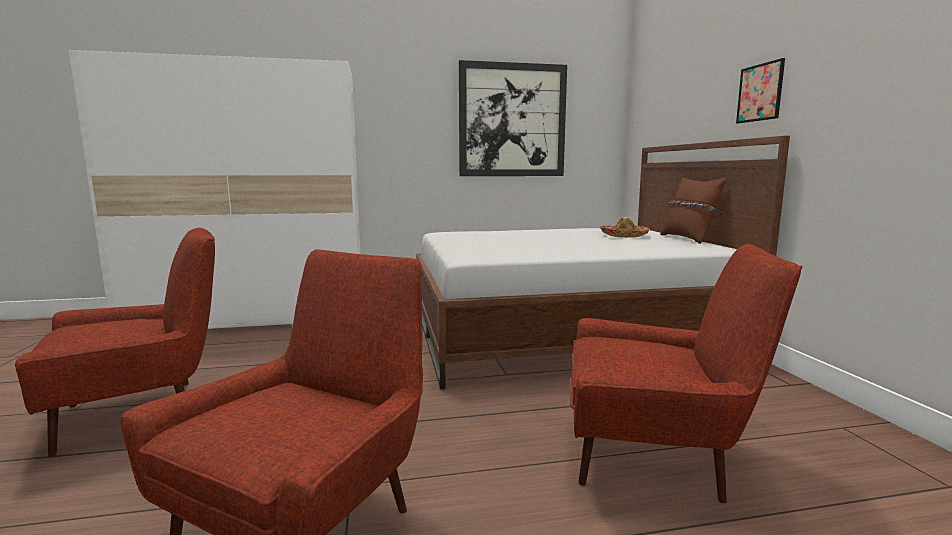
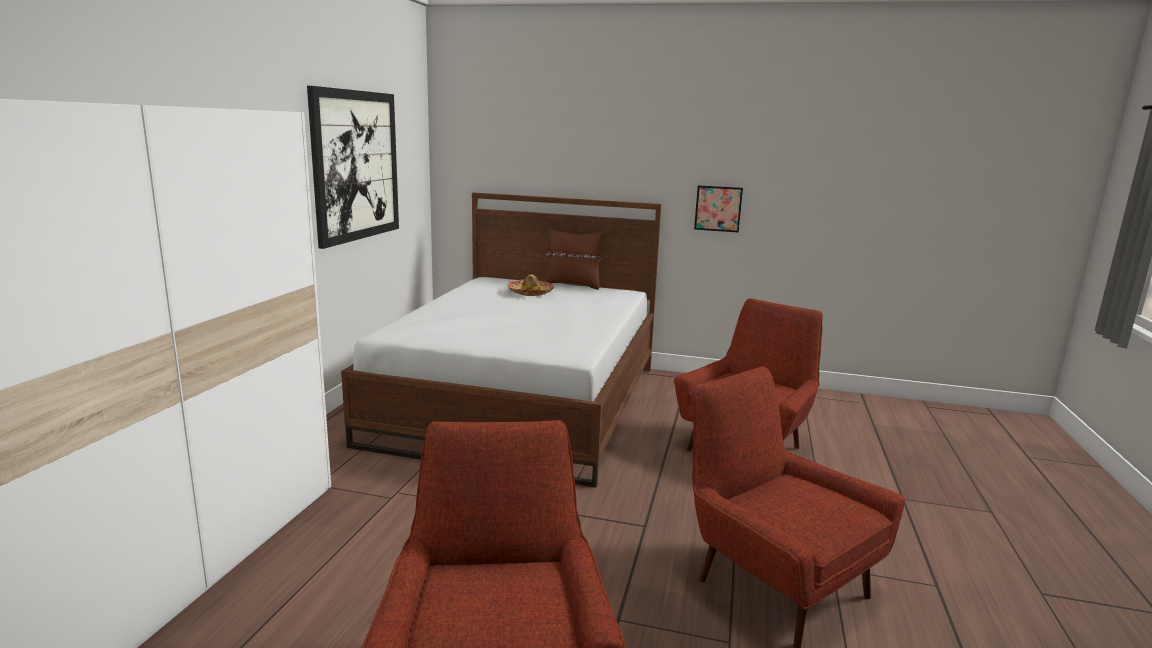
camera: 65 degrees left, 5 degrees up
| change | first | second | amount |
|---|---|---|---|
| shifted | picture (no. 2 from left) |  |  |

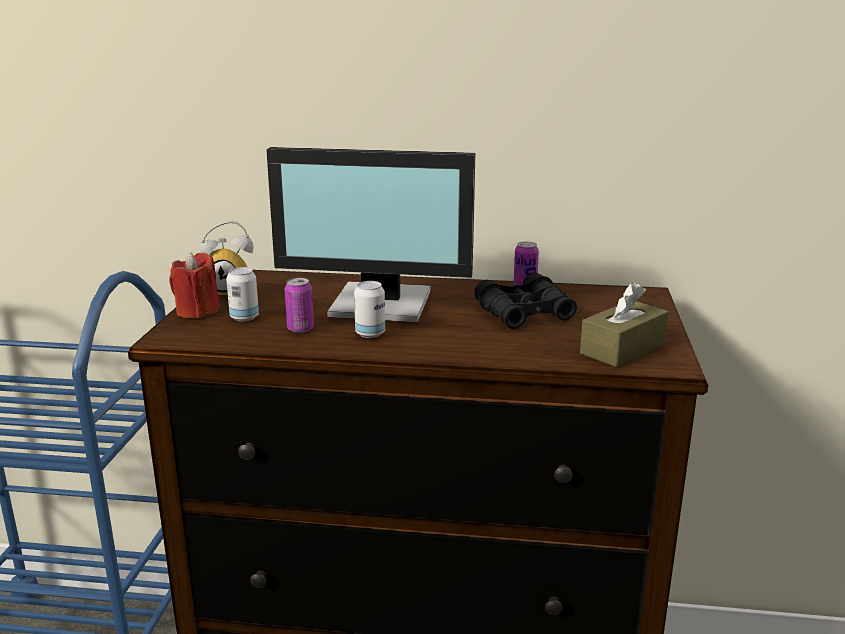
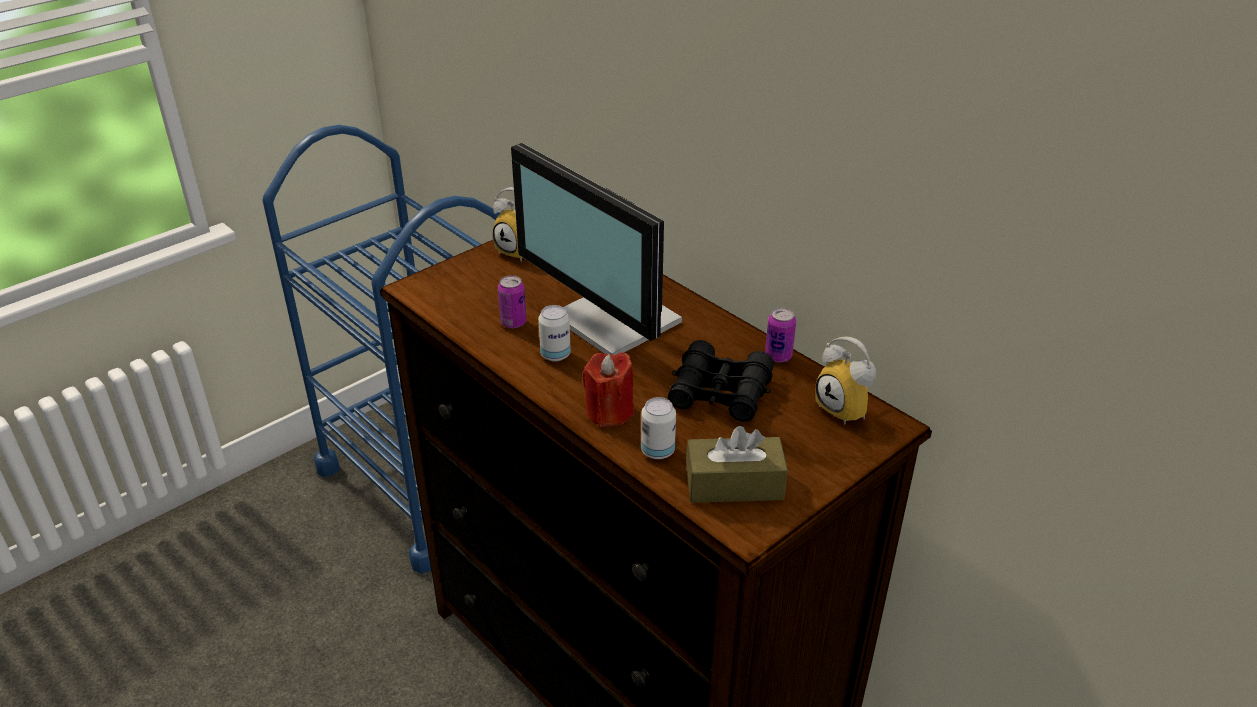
camera: 40 degrees right, 15 degrees up
| change | first | second | amount |
|---|---|---|---|
| shifted | red candle |  |  |
| shifted | can (no. 1 from left in the first image) | can (no. 3 from left) |  |
| new |  | alarm clock (no. 2 from left) |  |

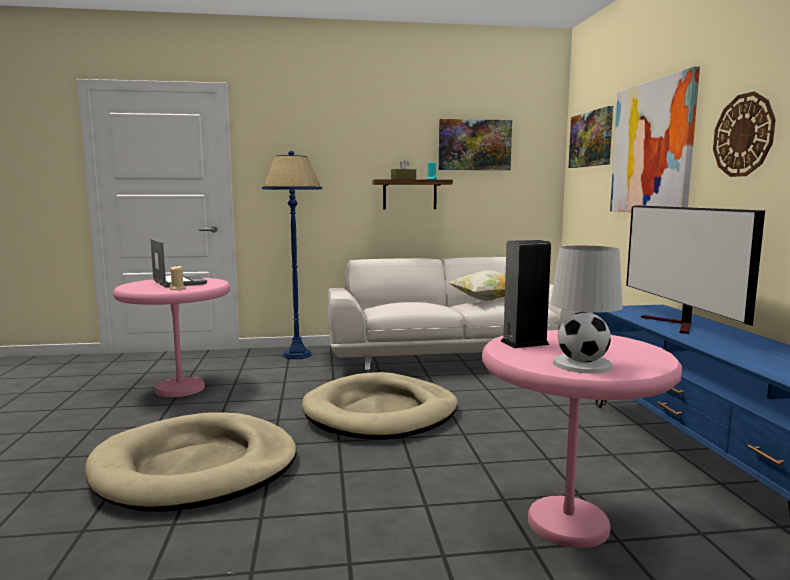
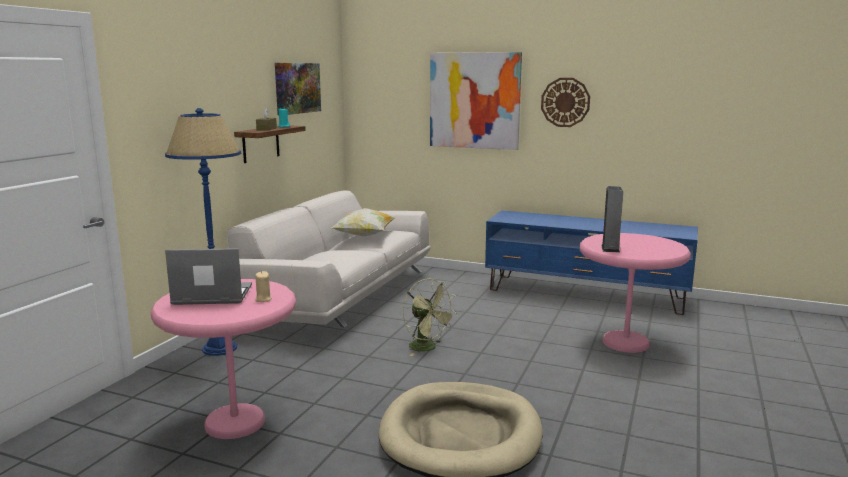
camera: 60 degrees left, 5 degrees up
| change | first | second | amount |
|---|---|---|---|
| swapped | beige dog bed (no. 2 from left) | green fan |  |
| gone | white table lamp |  |  |
| gone | picture (no. 2 from left) |  |  |
| gone | television |  |  |

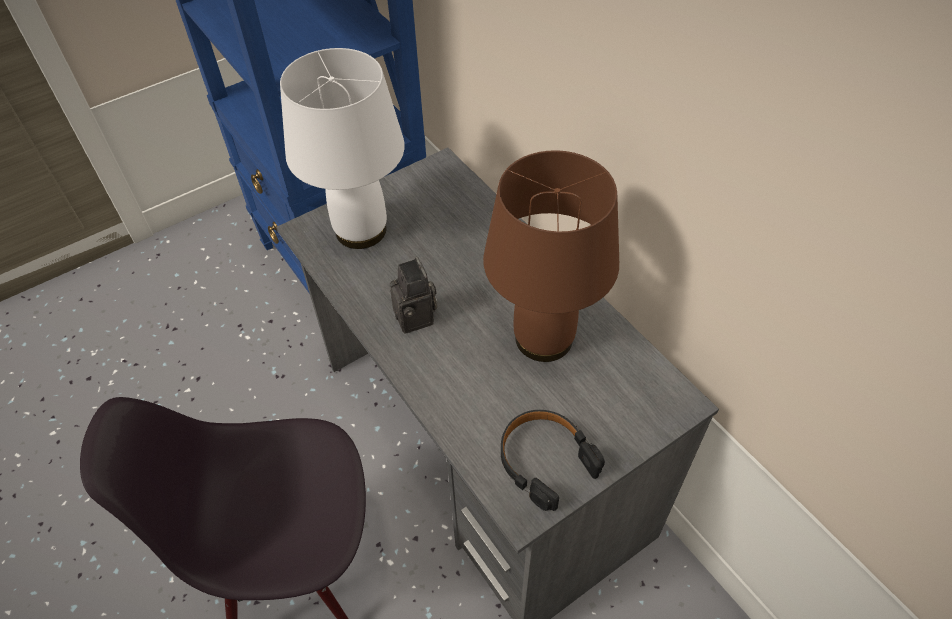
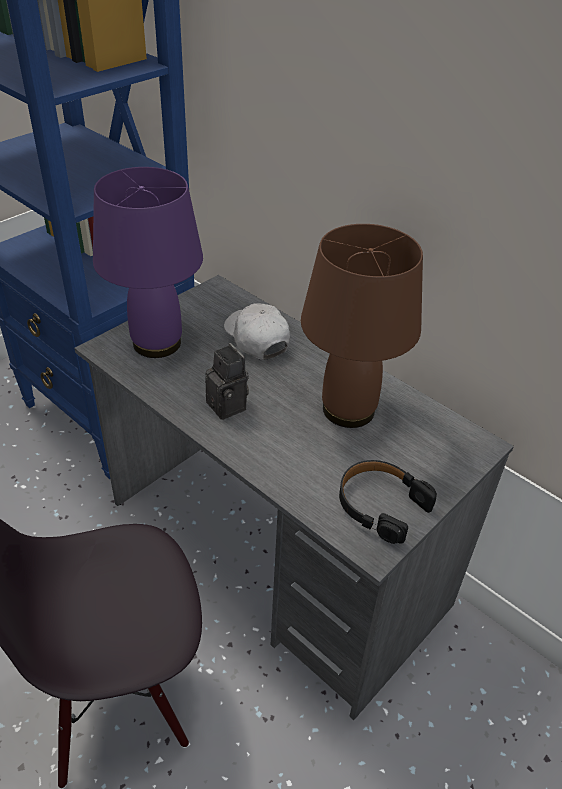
camera: 15 degrees left, 10 degrees down
| change | first | second | amount |
|---|---|---|---|
| repainted | white table lamp | purple table lamp |  |
| new |  | white cap |  |

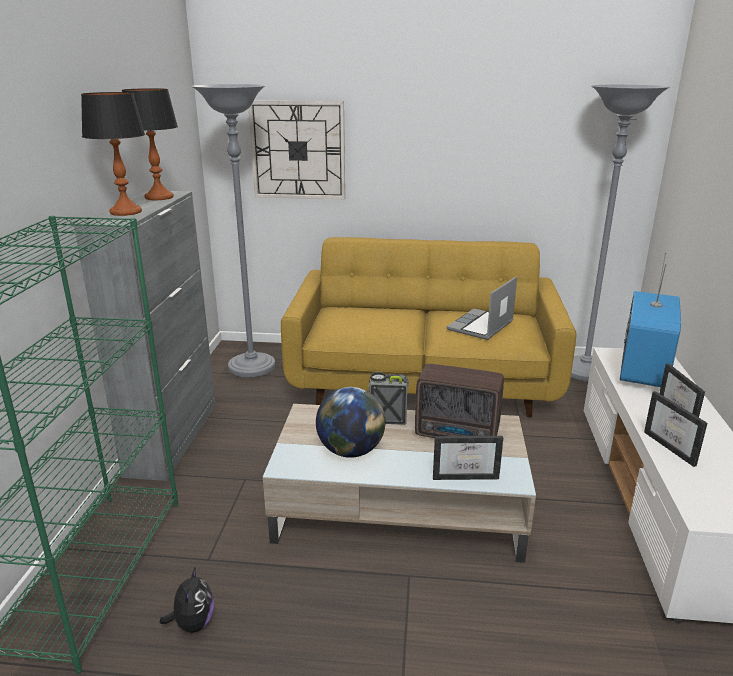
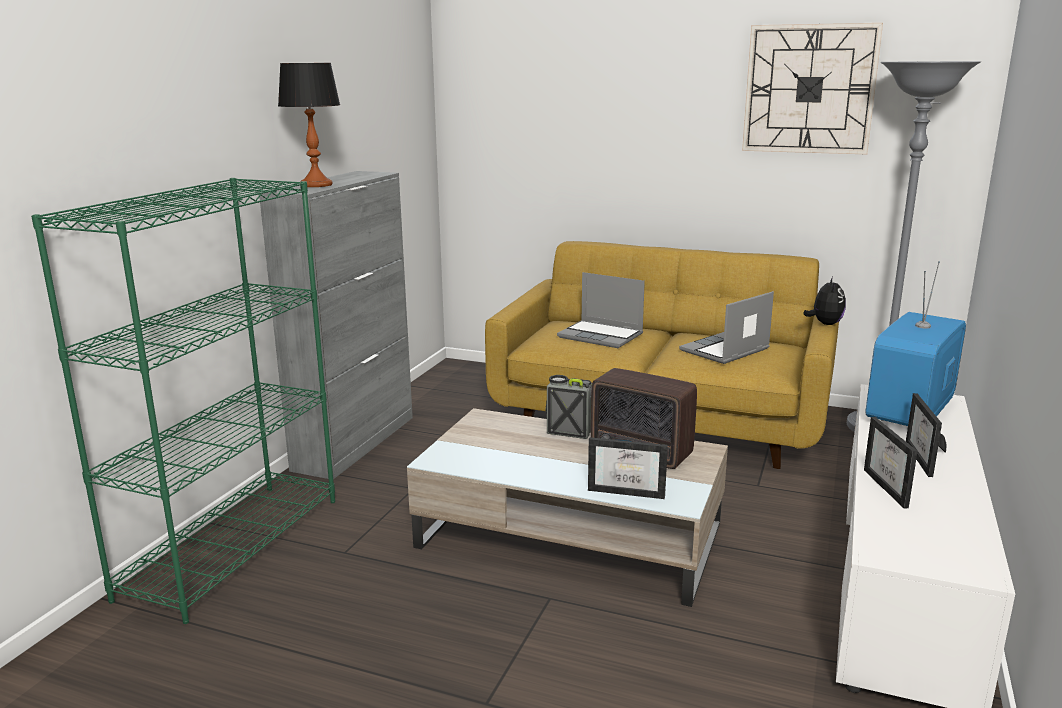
camera: 15 degrees right, 5 degrees down
| change | first | second | amount |
|---|---|---|---|
| gone | table lamp (no. 2 from left) |  |  |
| shifted | plush toy |  |  |
| gone | grey floor lamp (no. 1 from left) |  |  |
| shifted | wall clock |  |  |
| gone | globe |  |  |
| new |  | laptop (no. 1 from left) |  |

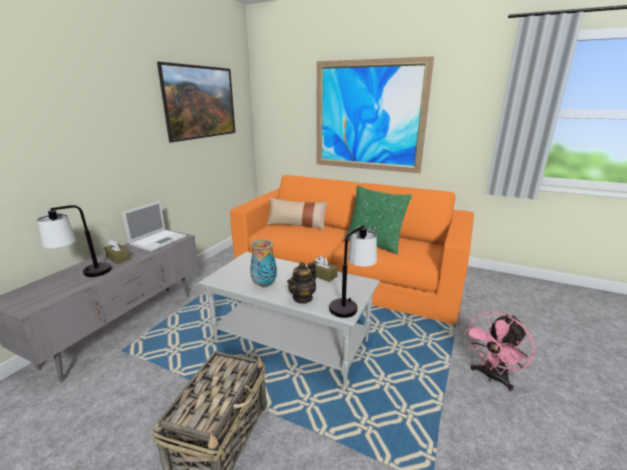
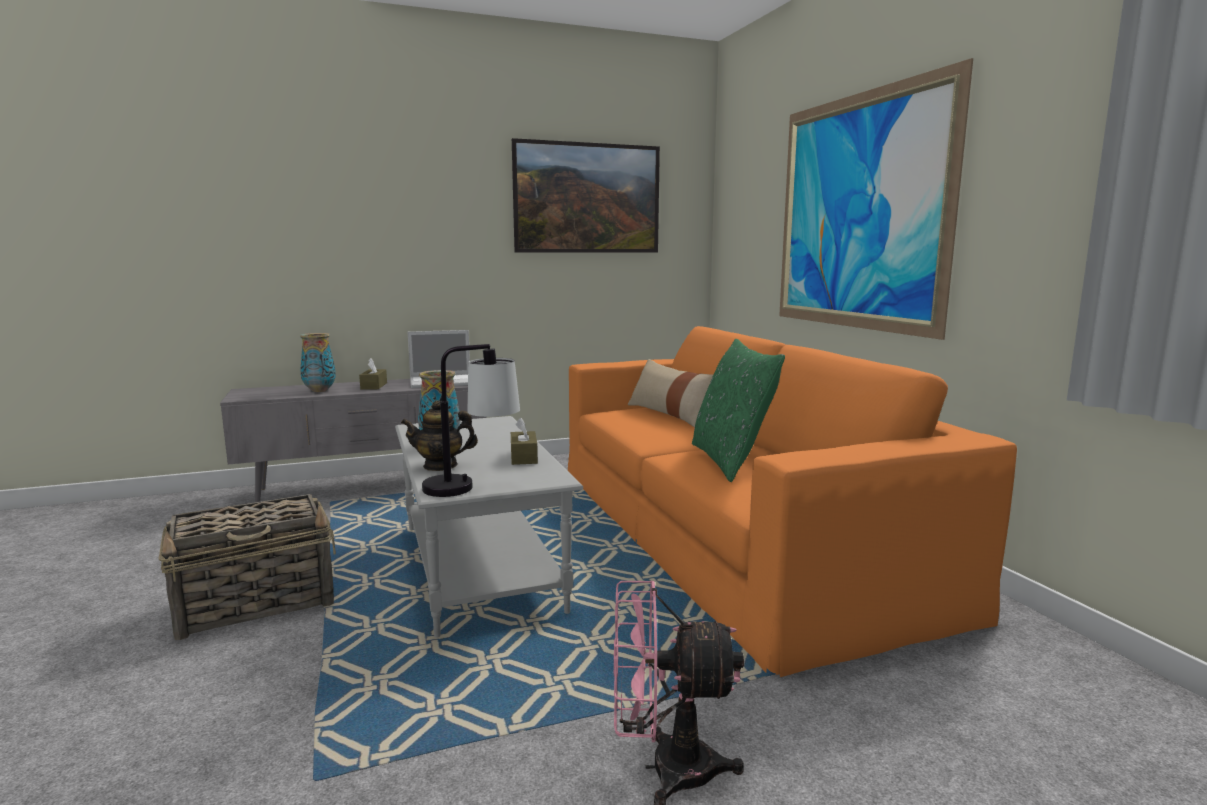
camera: 45 degrees right, 10 degrees down
| change | first | second | amount |
|---|---|---|---|
| swapped | table lamp (no. 1 from left) | vase (no. 1 from left) |  |

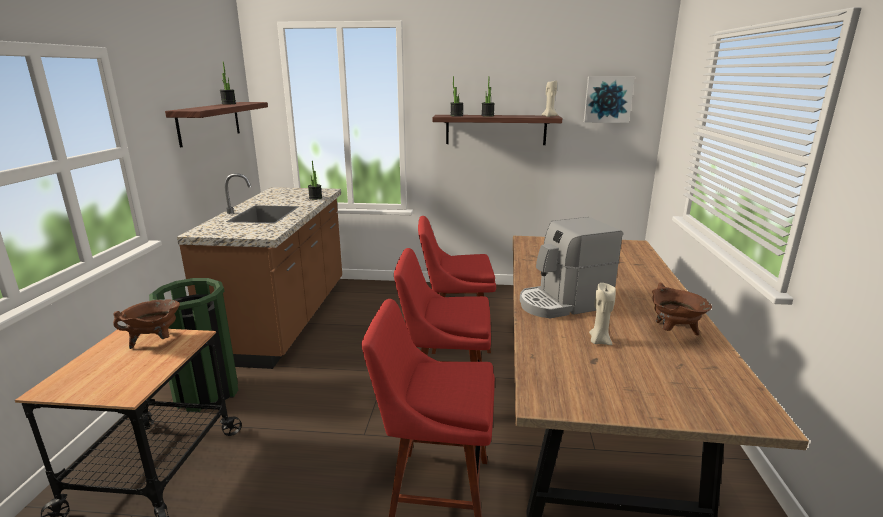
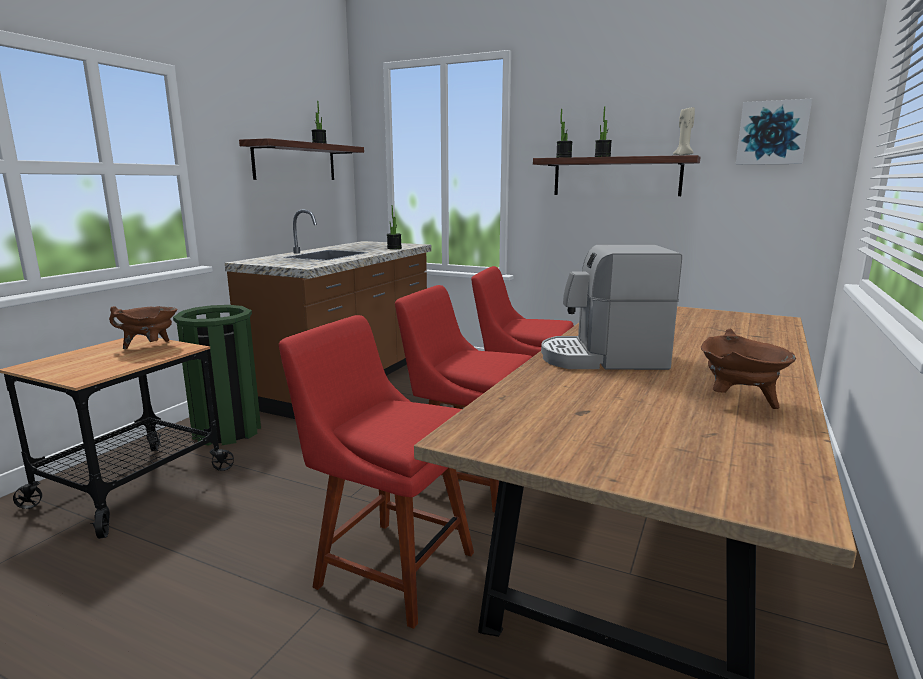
camera: 20 degrees right, 5 degrees down
| change | first | second | amount |
|---|---|---|---|
| gone | beige candle (no. 2 from left) |  |  |

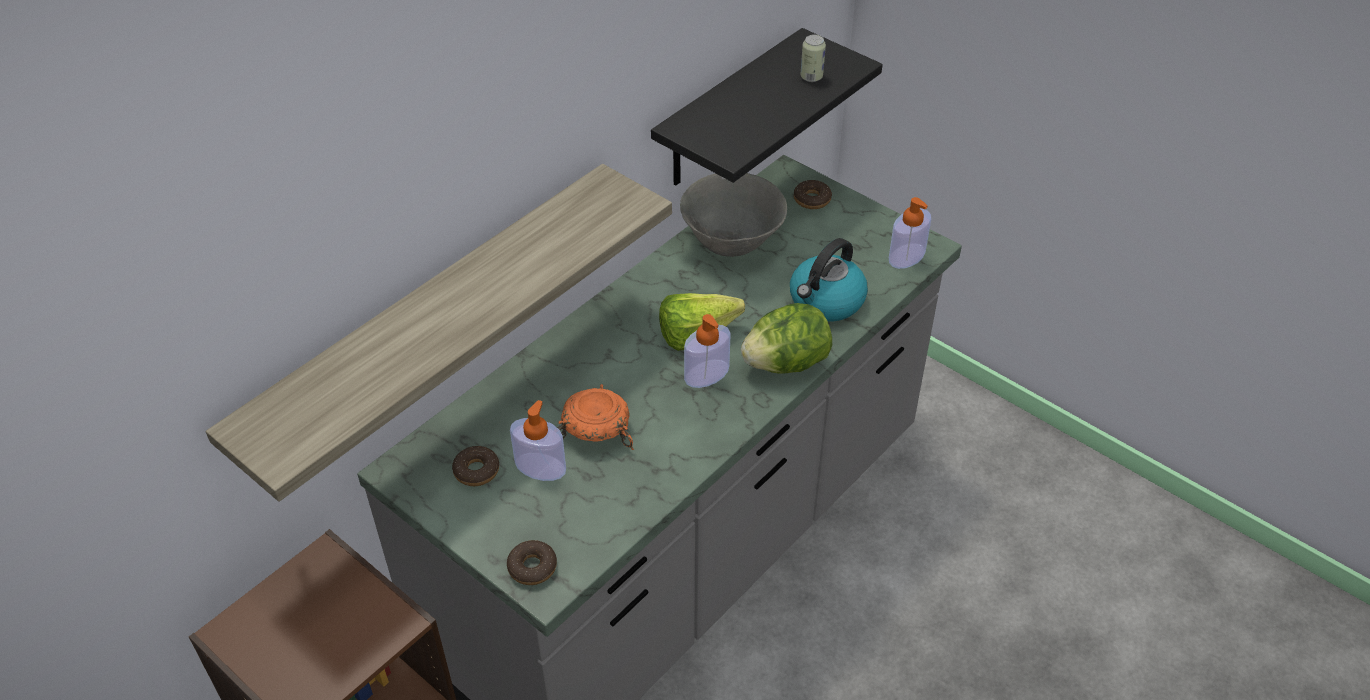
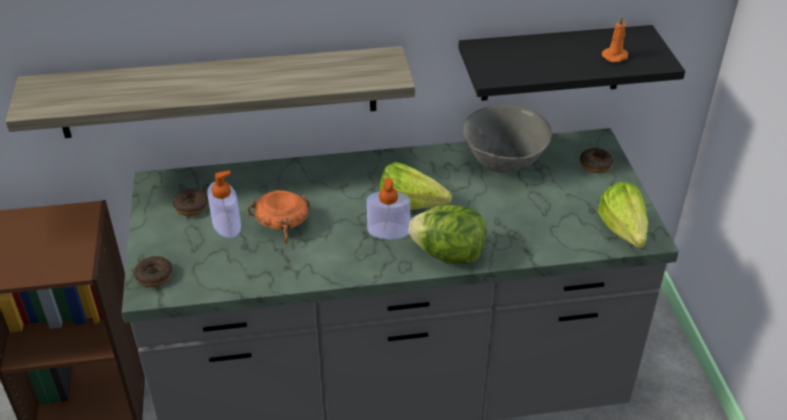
camera: 40 degrees right, 5 degrees down
| change | first | second | amount |
|---|---|---|---|
| gone | kettle |  |  |
| swapped | can | orange candle |  |
| swapped | soap dispenser (no. 3 from left) | lettuce (no. 3 from left) |  |

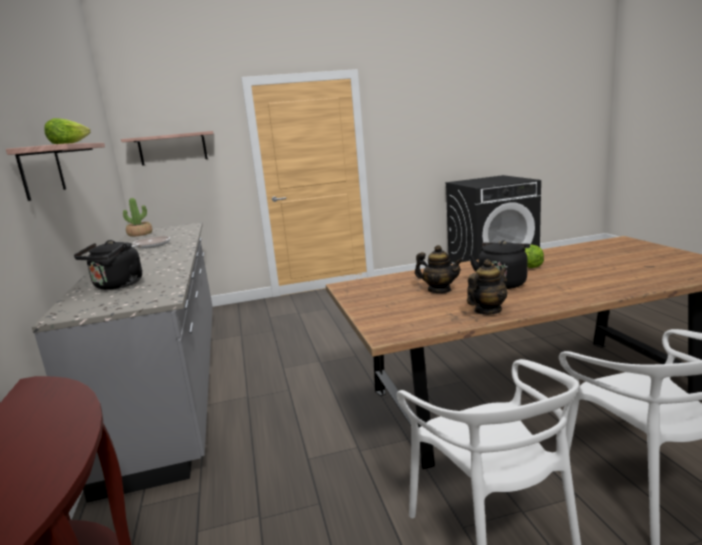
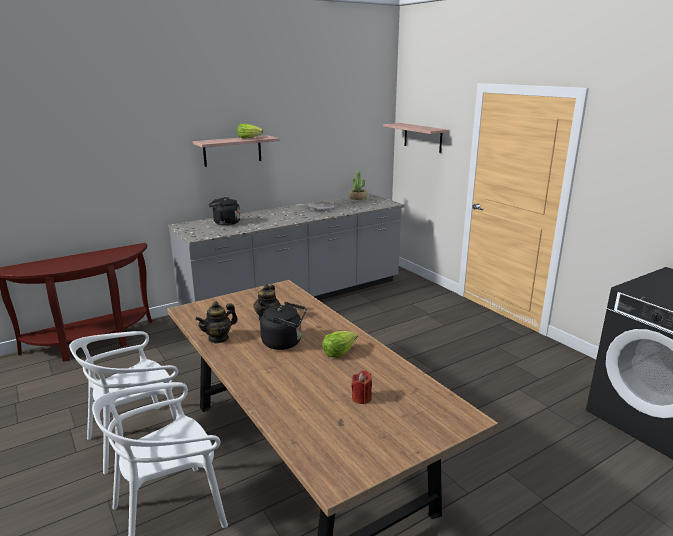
camera: 70 degrees right, 5 degrees up
| change | first | second | amount |
|---|---|---|---|
| rotated | teapot (no. 2 from left in the first image) | teapot (no. 1 from left) | 105 degrees clockwise |
| new |  | red candle |  |

